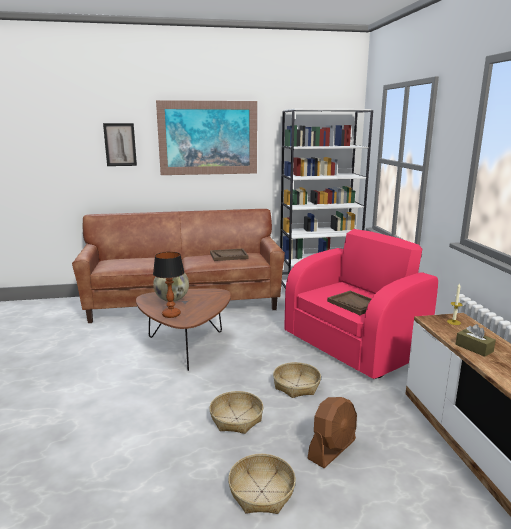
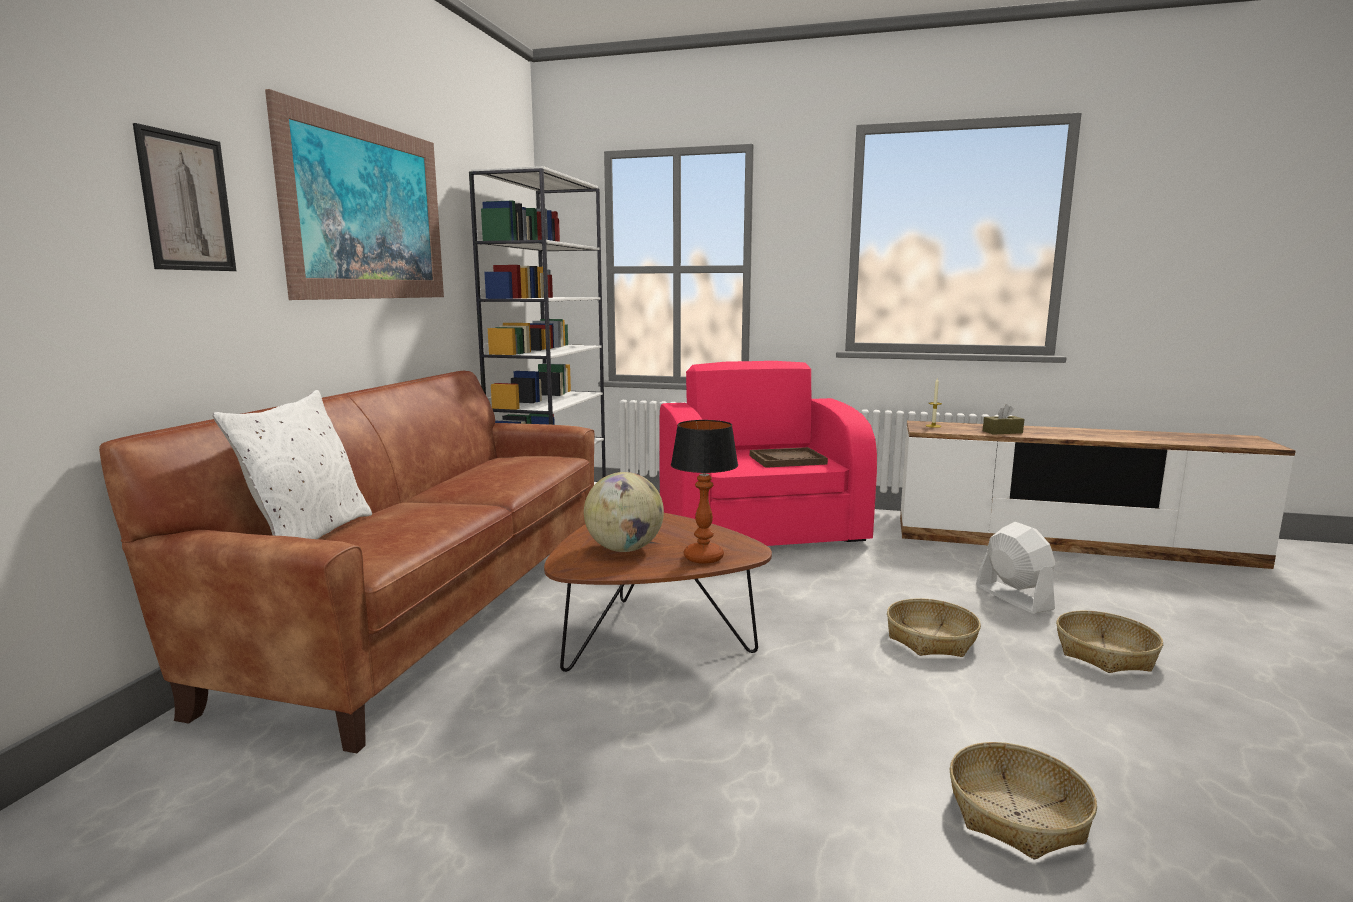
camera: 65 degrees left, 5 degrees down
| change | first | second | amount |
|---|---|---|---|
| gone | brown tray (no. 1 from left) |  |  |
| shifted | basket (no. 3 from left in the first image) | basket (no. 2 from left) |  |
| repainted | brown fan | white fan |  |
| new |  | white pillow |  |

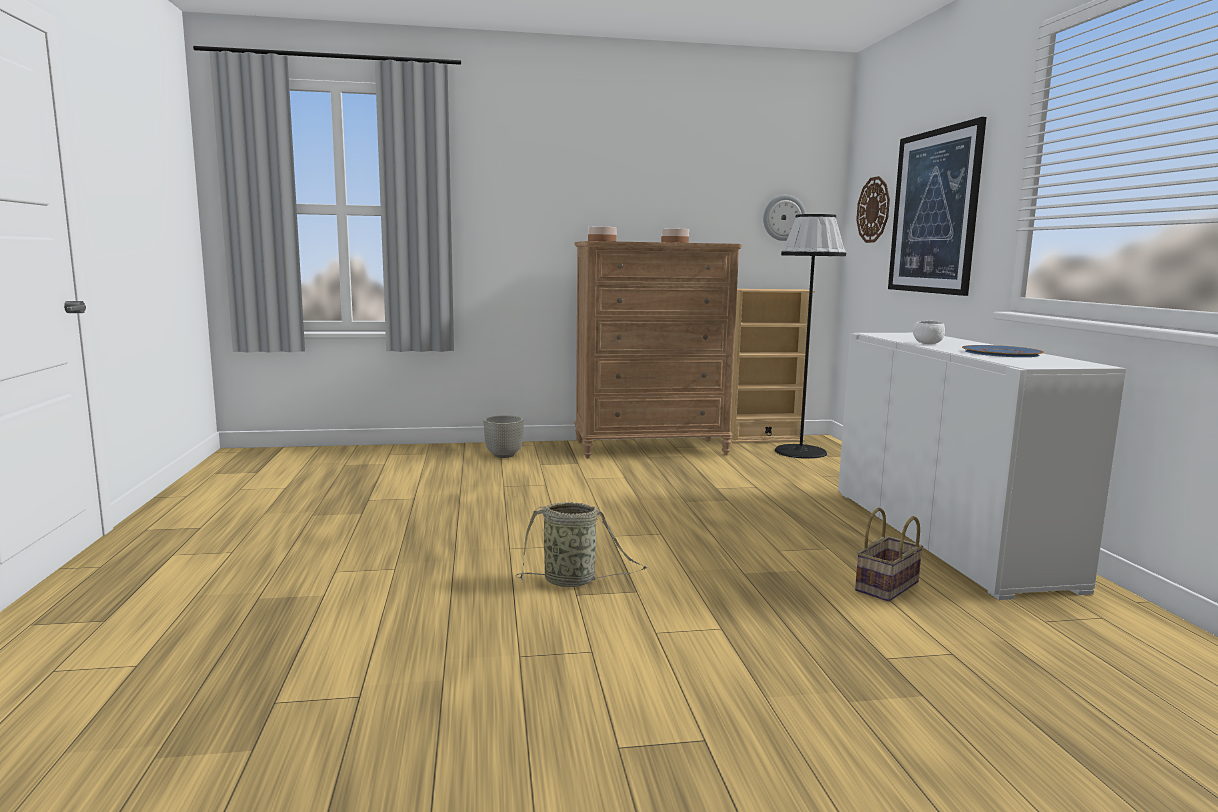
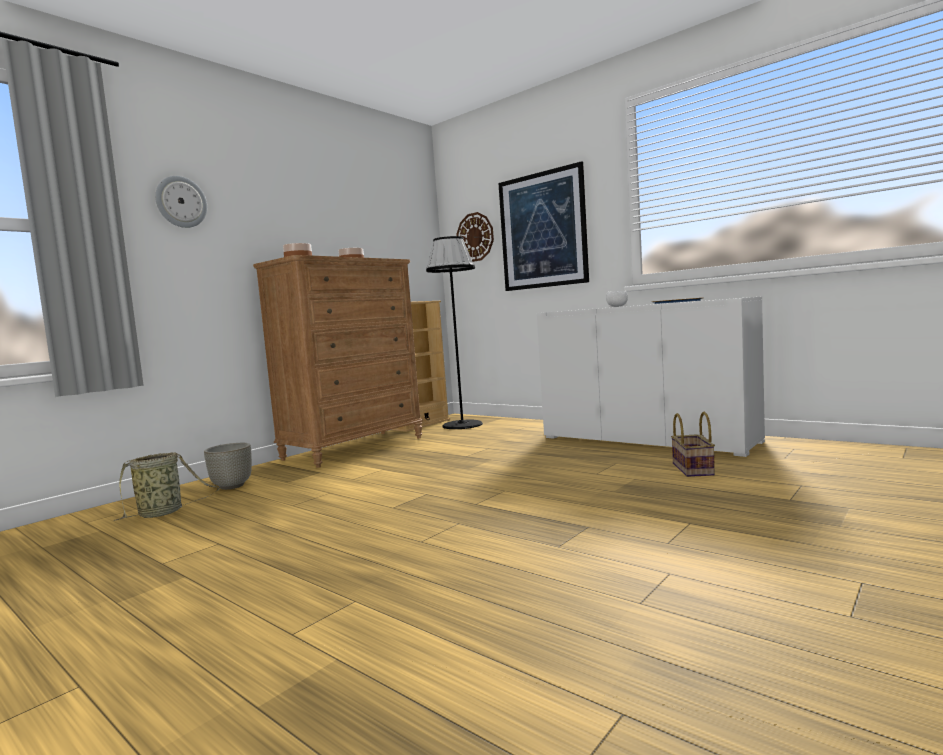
camera: 40 degrees left, 5 degrees down
| change | first | second | amount |
|---|---|---|---|
| shifted | basket (no. 1 from left) |  |  |
| shifted | wall clock (no. 1 from left) |  |  |

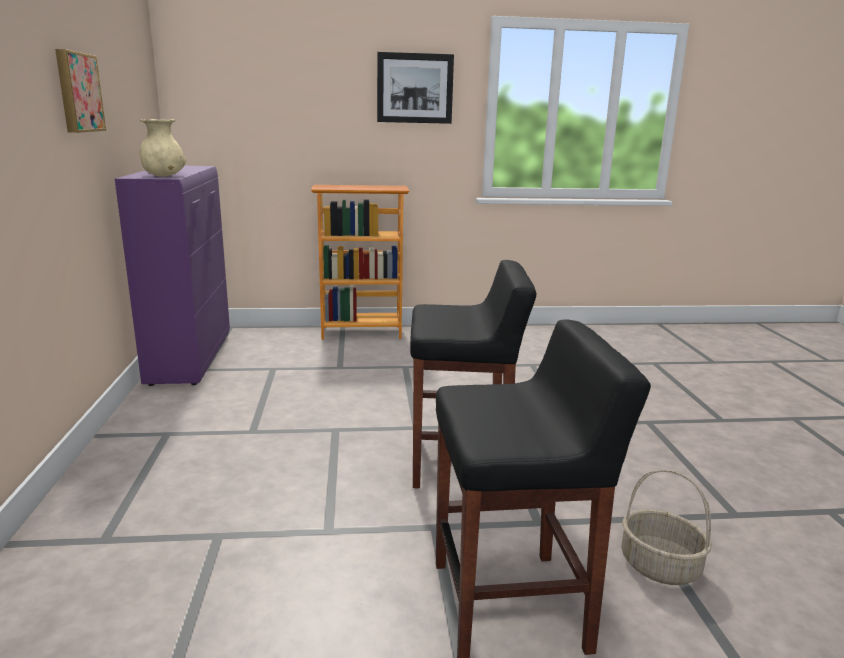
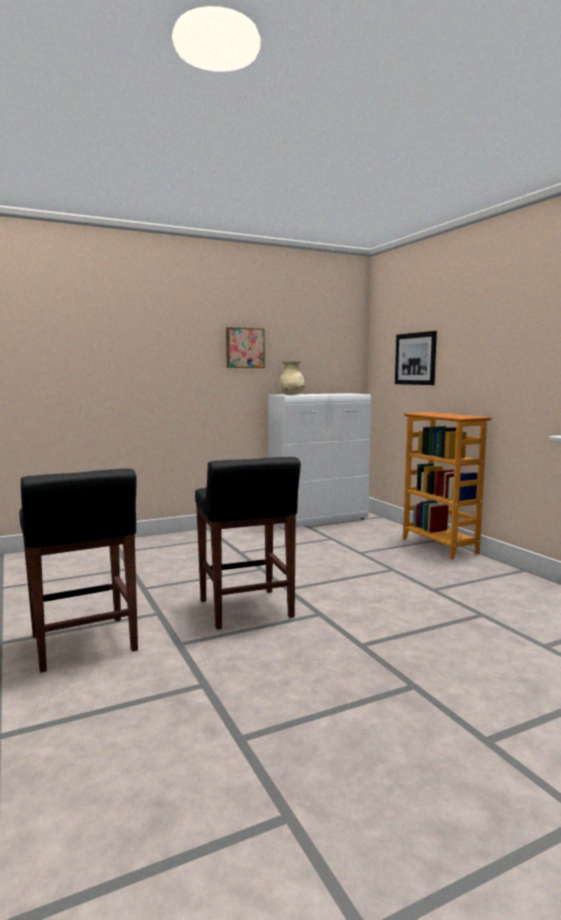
camera: 70 degrees right, 10 degrees down
| change | first | second | amount |
|---|---|---|---|
| repainted | purple cabinet | white cabinet |  |
| shifted | picture (no. 2 from left) |  |  |
| gone | basket |  |  |

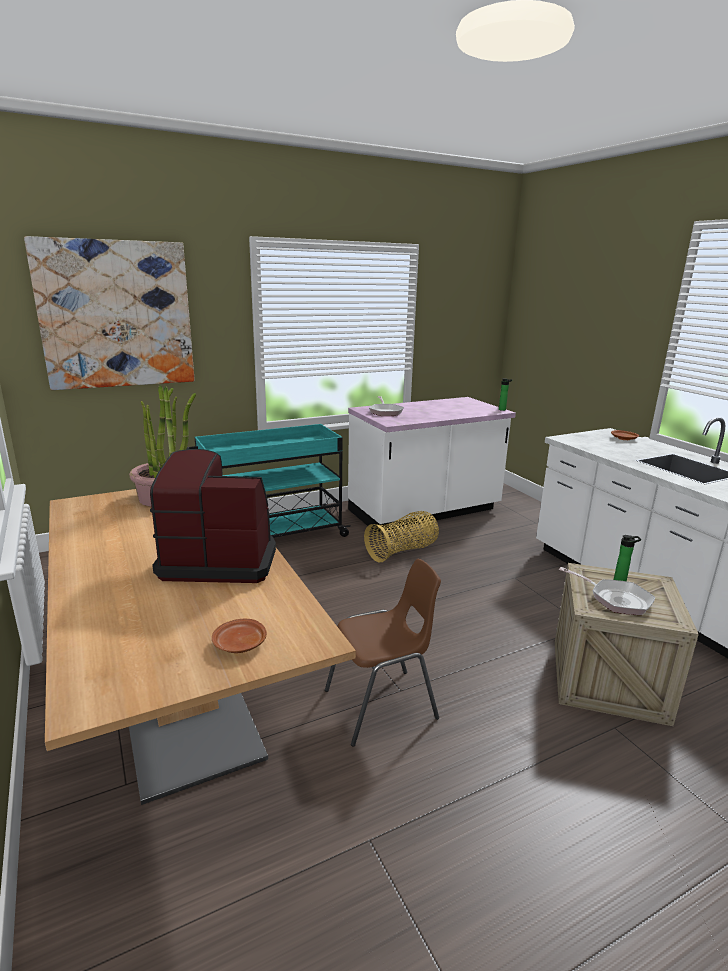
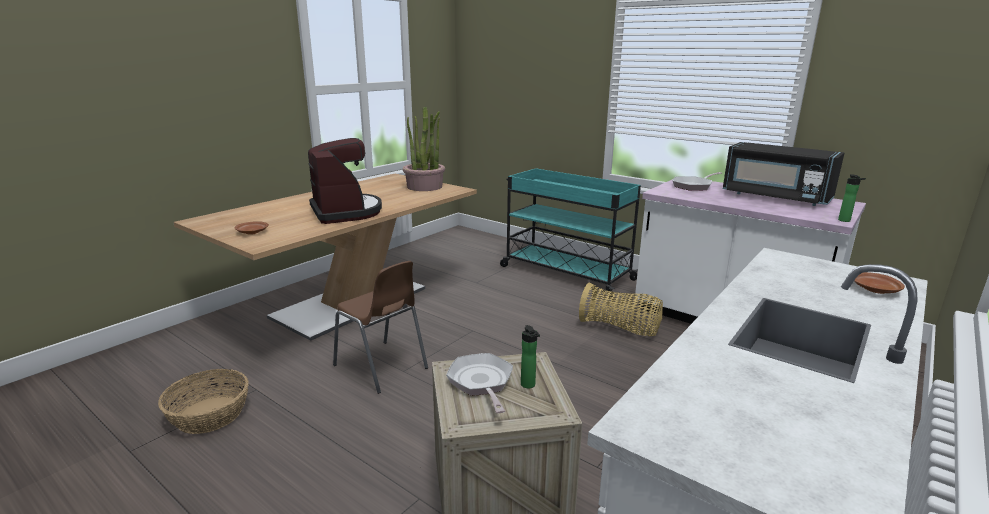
camera: 65 degrees right, 0 degrees up
| change | first | second | amount |
|---|---|---|---|
| gone | picture |  |  |
| rotated | frying pan (no. 2 from left in the first image) | frying pan (no. 1 from left) | 150 degrees clockwise |
| new |  | basket (no. 1 from left) |  |
| new |  | black microwave |  |

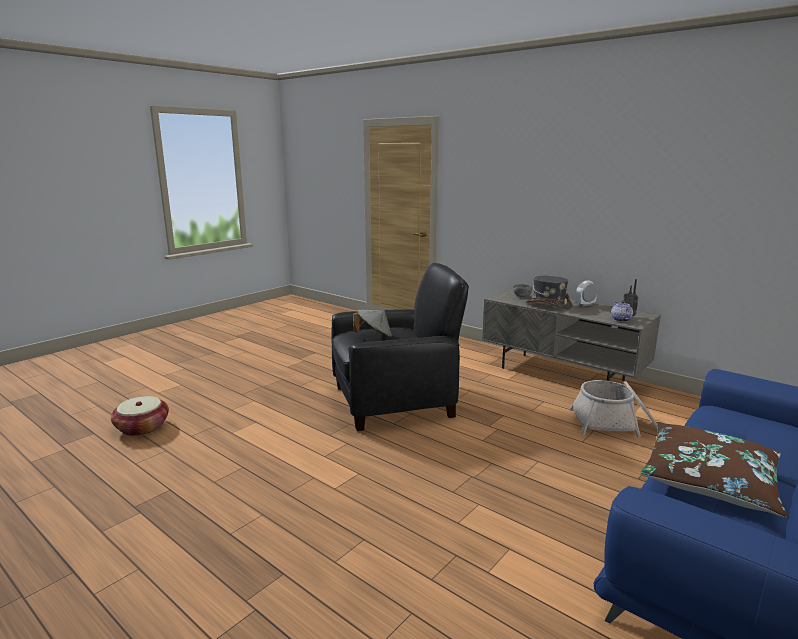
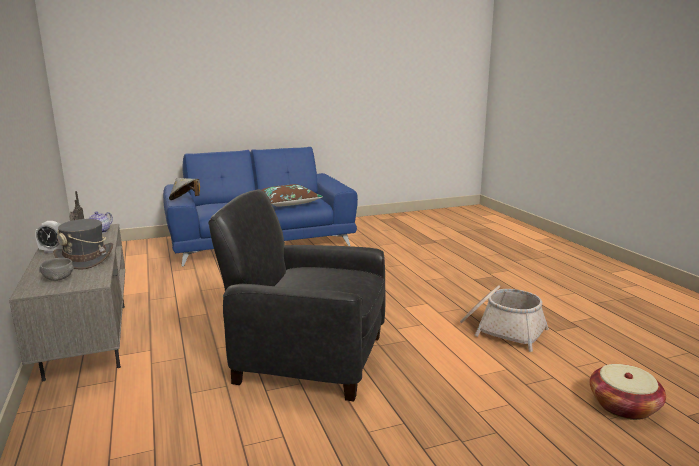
camera: 150 degrees left, 0 degrees up
| change | first | second | amount |
|---|---|---|---|
| shifted | grey hat (no. 1 from left in the first image) | grey hat (no. 2 from left) |  |
| shifted | basket (no. 2 from left in the first image) | basket (no. 1 from left) |  |

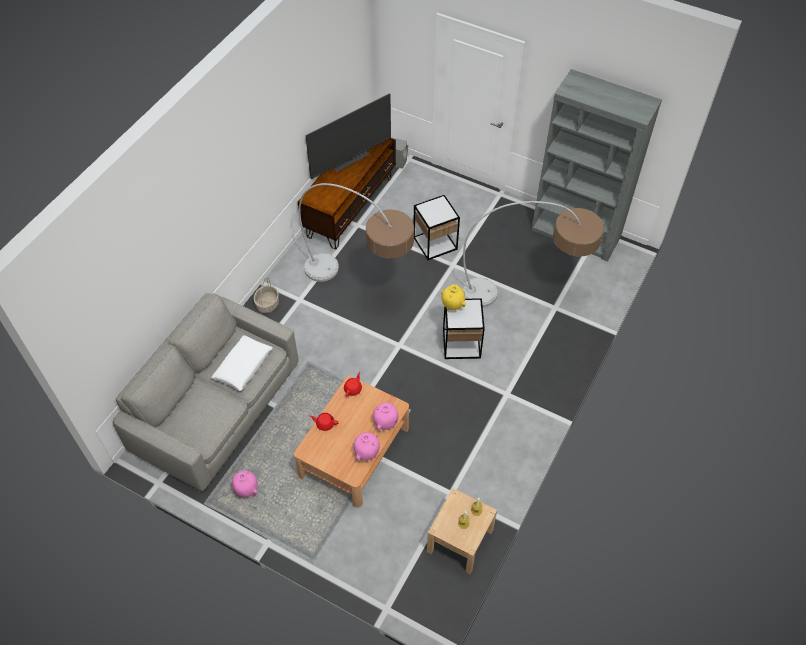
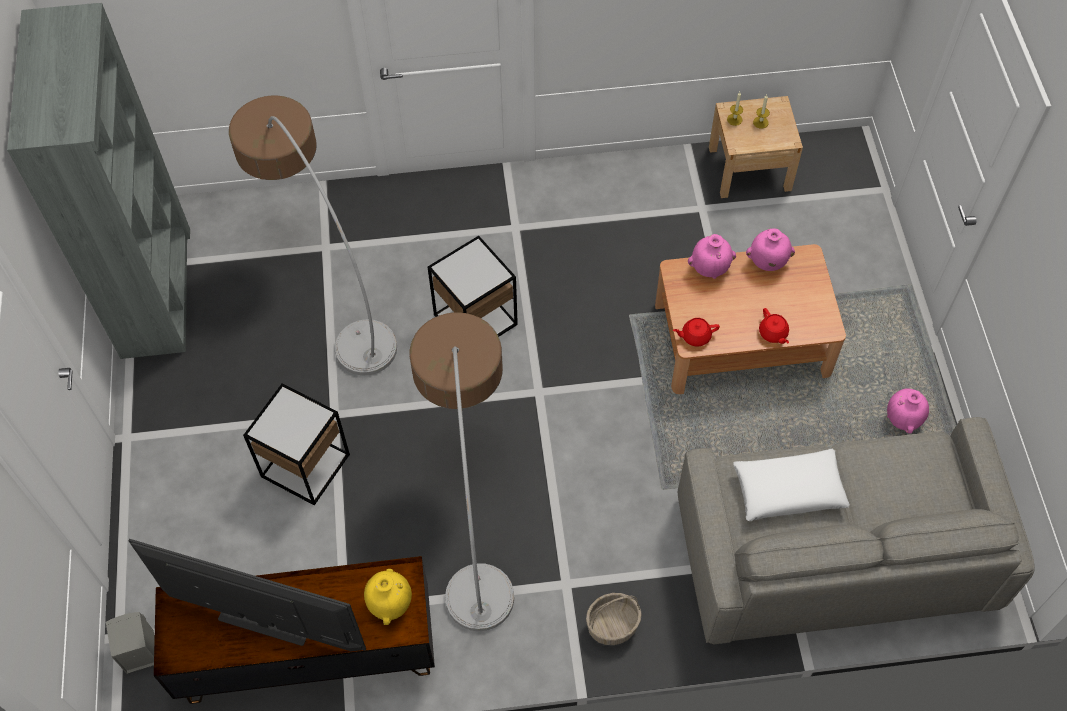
camera: 125 degrees left, 5 degrees up
| change | first | second | amount |
|---|---|---|---|
| shifted | yellow vase |  |  |

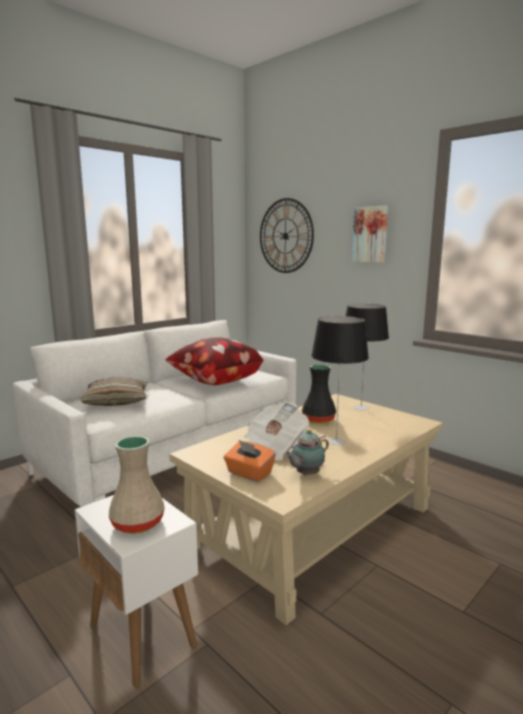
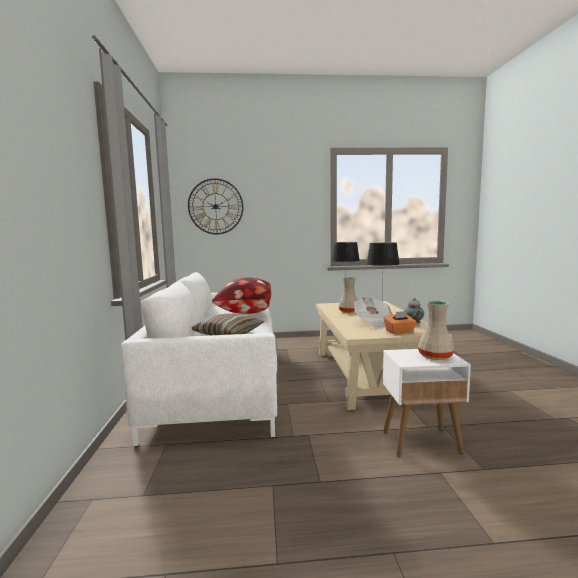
camera: 50 degrees left, 5 degrees down
| change | first | second | amount |
|---|---|---|---|
| repainted | black vase | beige vase (no. 1 from left) |  |
| gone | picture |  |  |

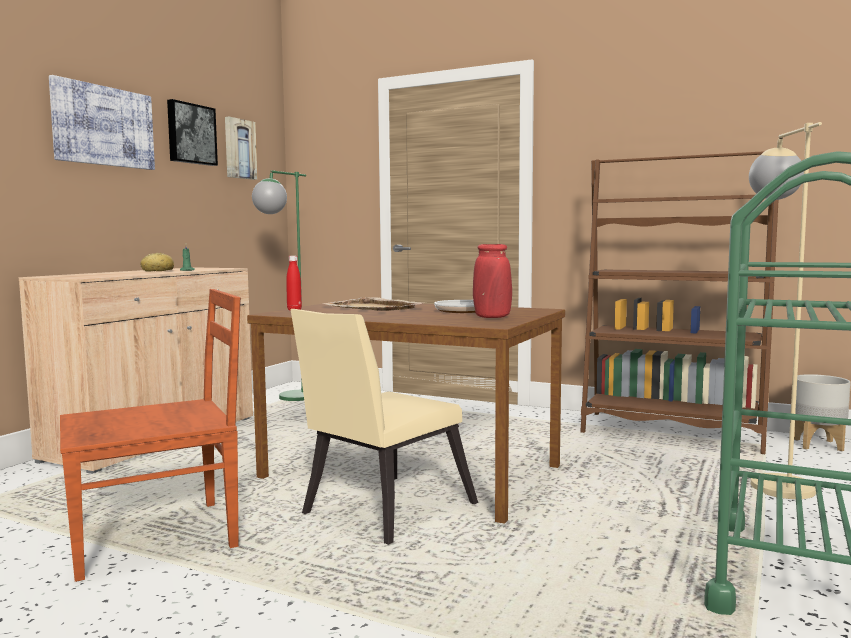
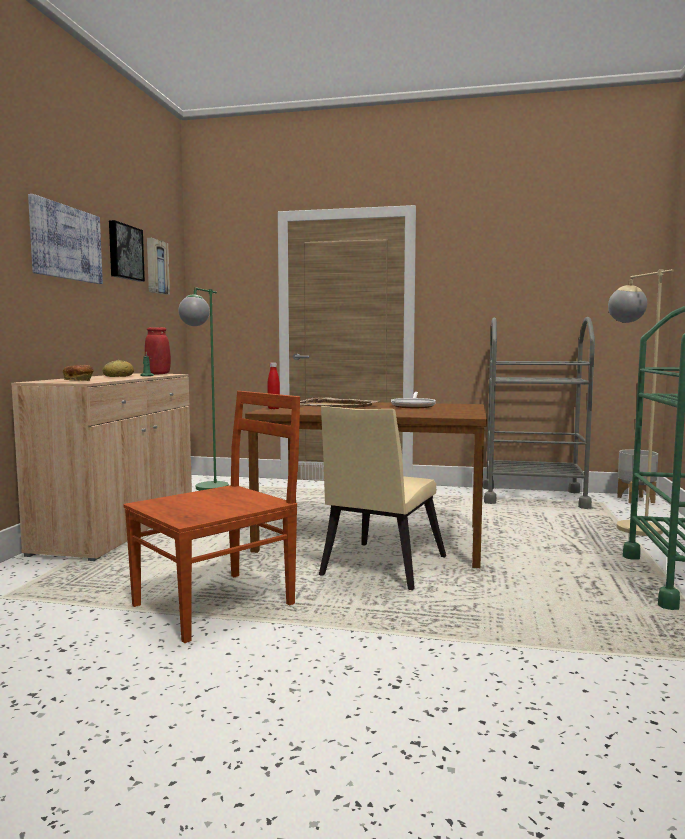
camera: 15 degrees left, 0 degrees up
| change | first | second | amount |
|---|---|---|---|
| shifted | red vase |  |  |
| swapped | brown bookcase | grey cart |  |
| new |  | bread (no. 1 from left) |  |

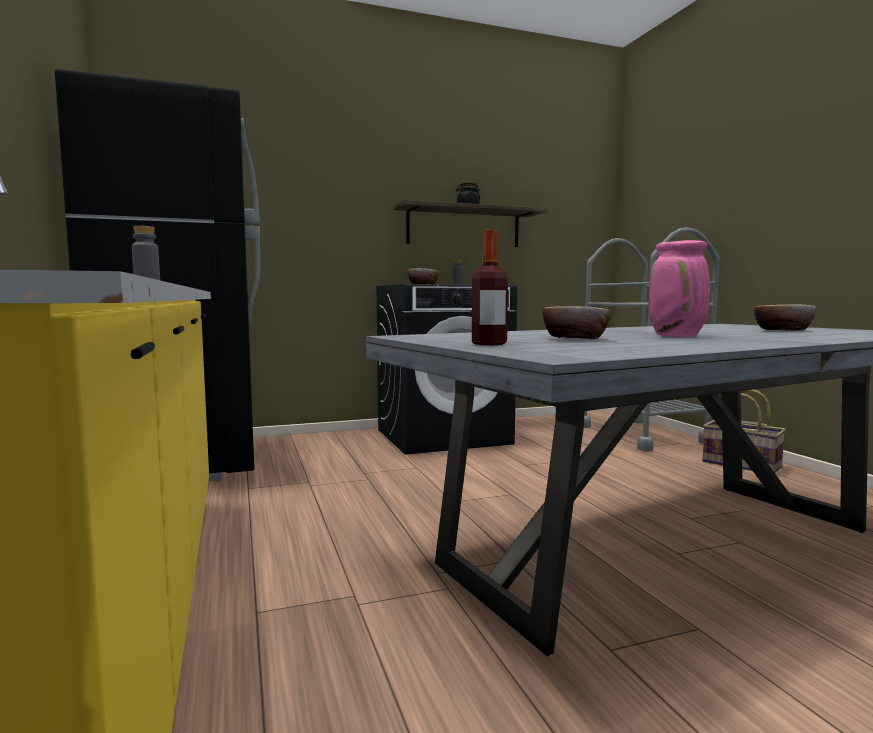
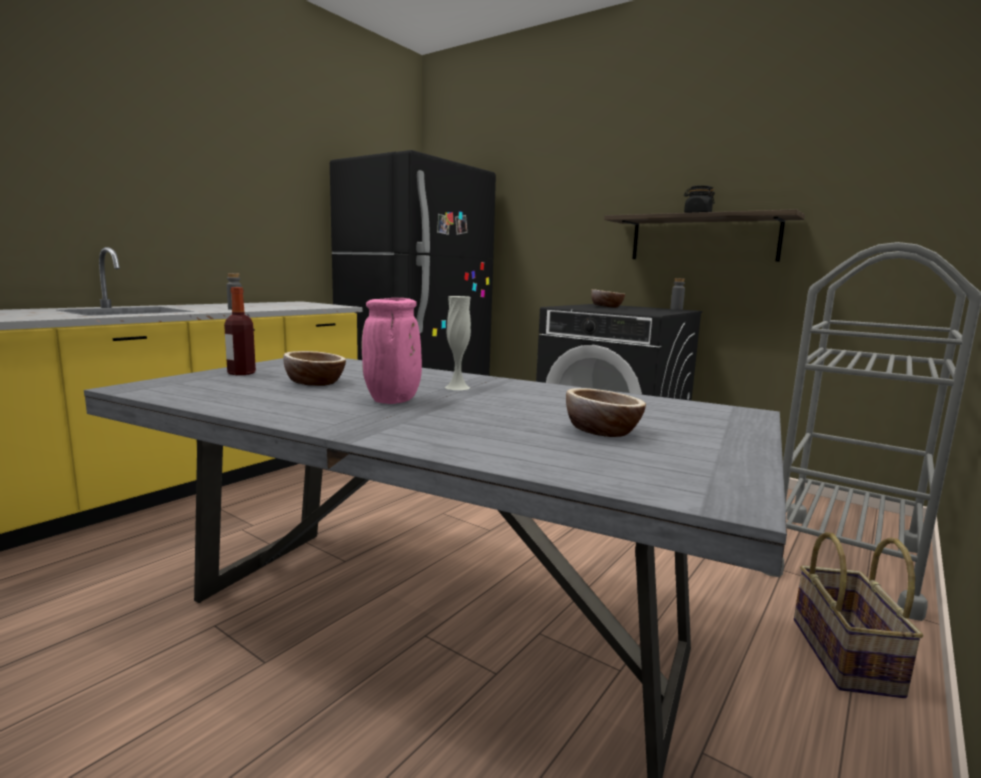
camera: 55 degrees right, 5 degrees up
| change | first | second | amount |
|---|---|---|---|
| new |  | white vase |  |

